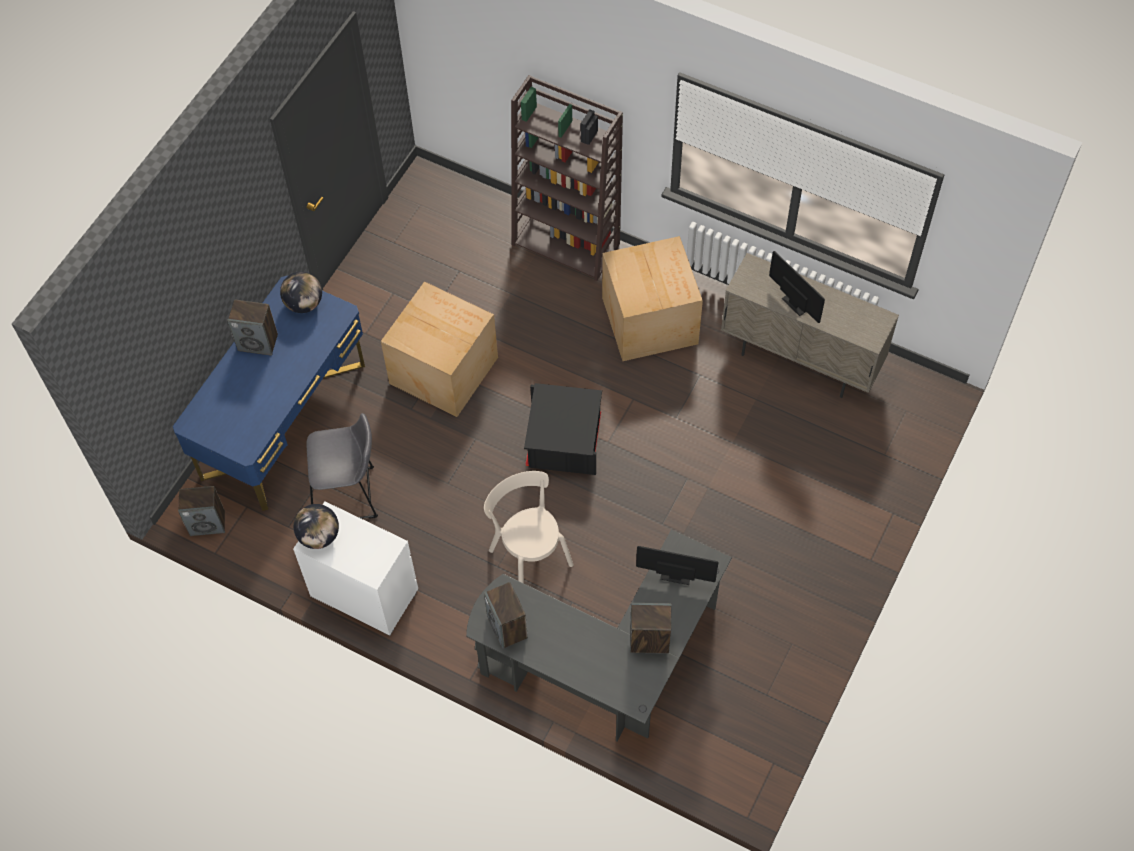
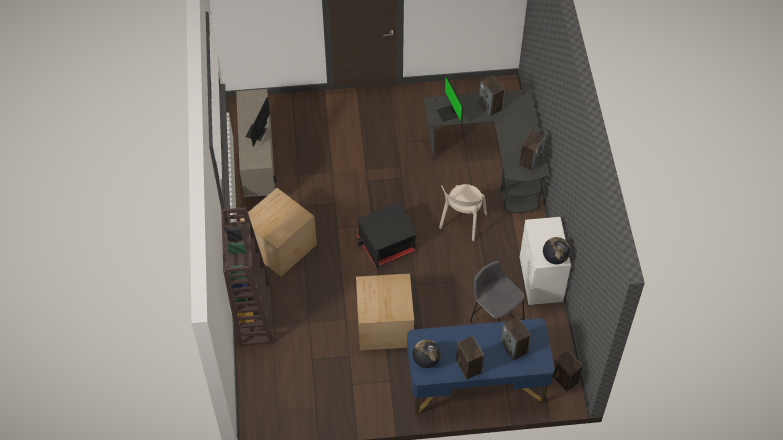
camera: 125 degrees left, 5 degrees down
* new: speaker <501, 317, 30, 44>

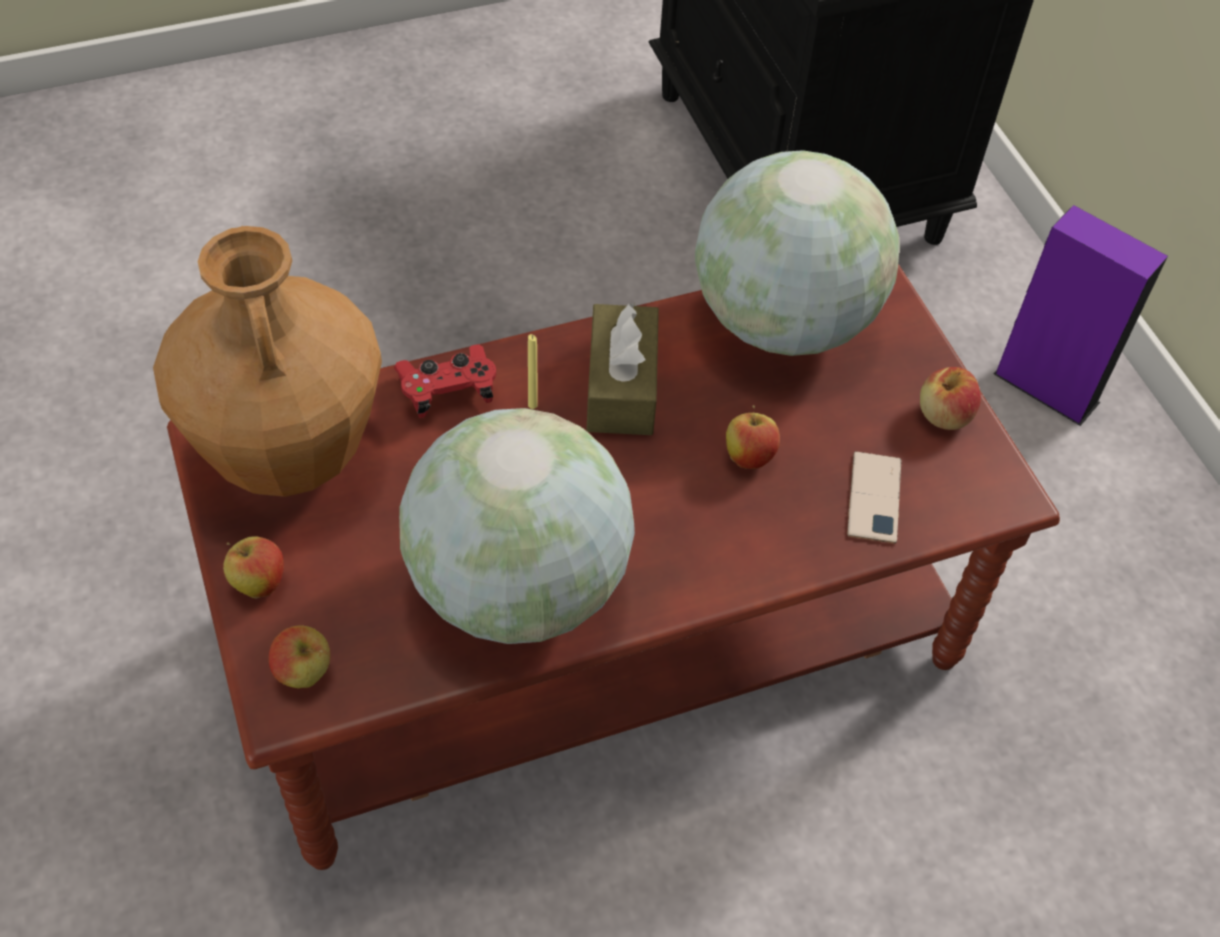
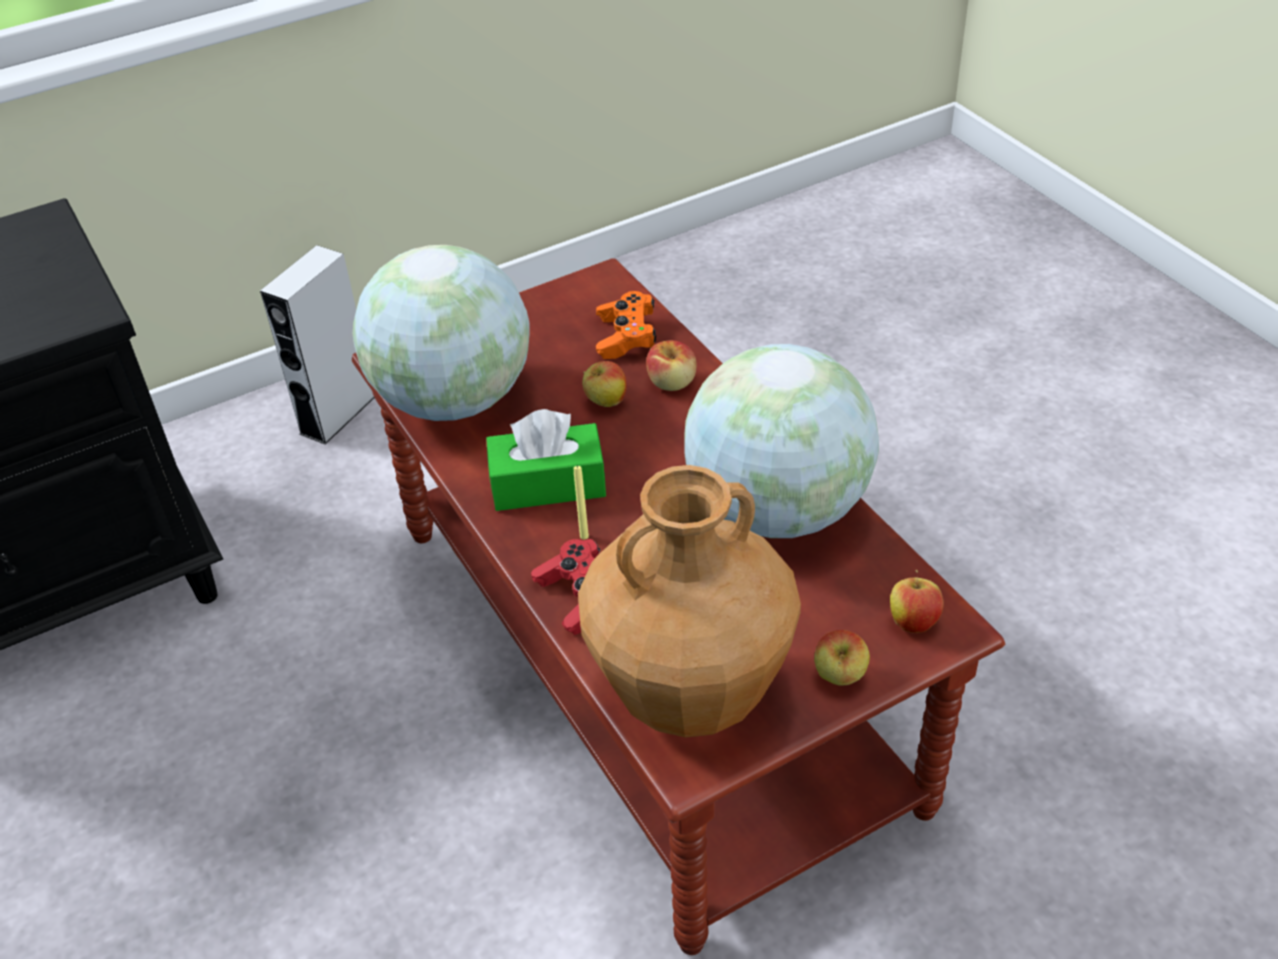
camera: 95 degrees left, 10 degrees down
* repainted: speaker (purple) <994, 205, 174, 221> to speaker (grey) <260, 245, 115, 199>
* repainted: tissue box (brown) <586, 303, 73, 132> to tissue box (green) <486, 409, 120, 102>
* shifted: apple <920, 367, 61, 63> to <646, 340, 50, 51>
* swapped: phone <847, 451, 54, 93> to game controller (orange) <596, 291, 60, 68>

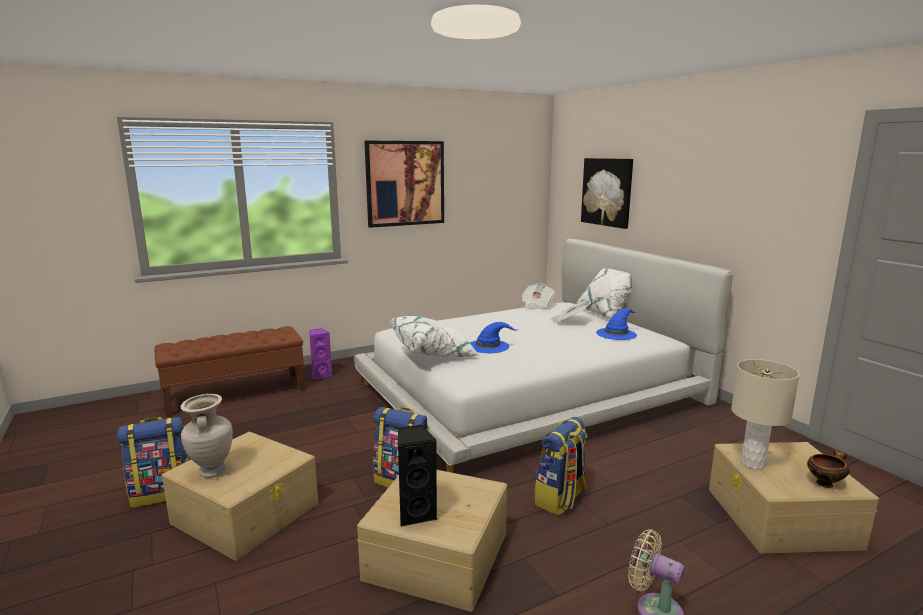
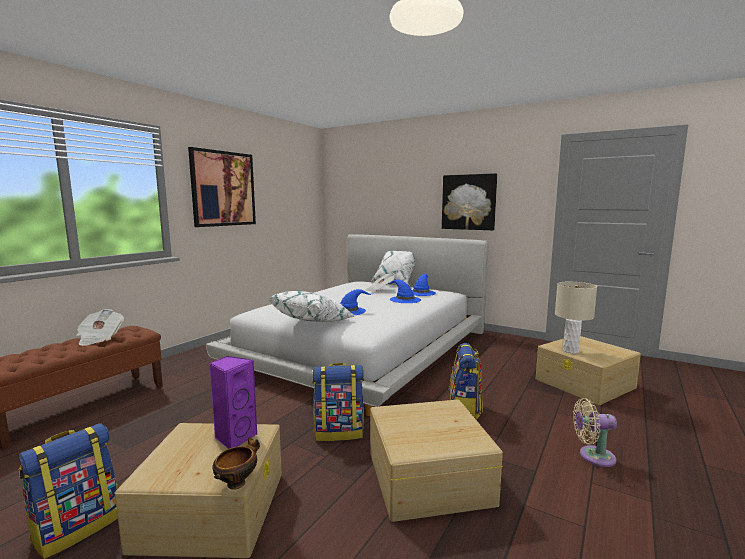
camera: 30 degrees left, 5 degrees down
* shifted: picture <581, 158, 52, 71> to <442, 173, 55, 57>
* shifted: newspaper <521, 283, 34, 27> to <77, 309, 47, 37>
* shifted: speaker (purple) <309, 328, 23, 51> to <209, 356, 49, 93>
* gone: vase (beige) <181, 394, 52, 84>
* gone: speaker (black) <398, 425, 39, 102>
* shifted: bowl <807, 449, 43, 39> to <213, 437, 47, 53>
* new: hat (blue) <387, 279, 34, 24>

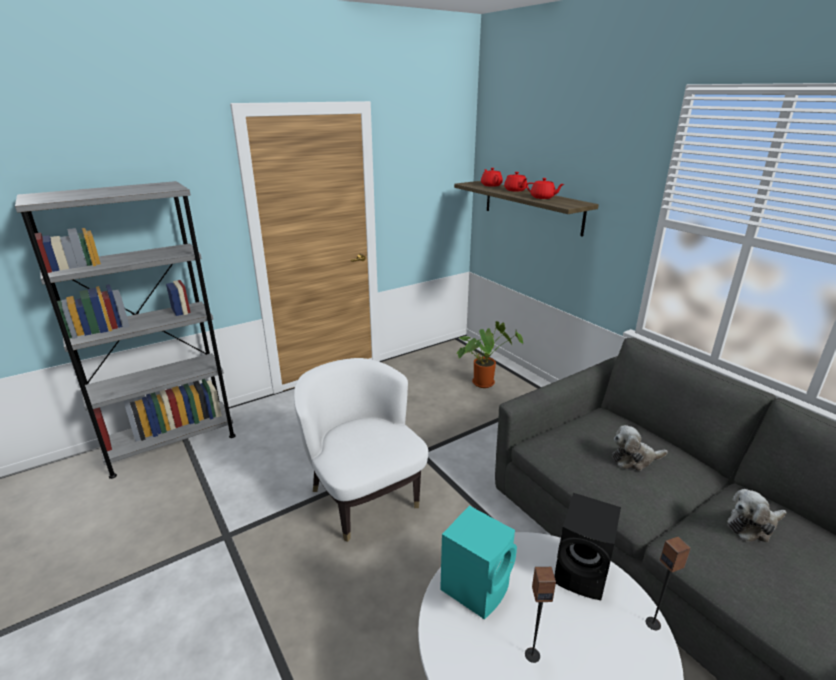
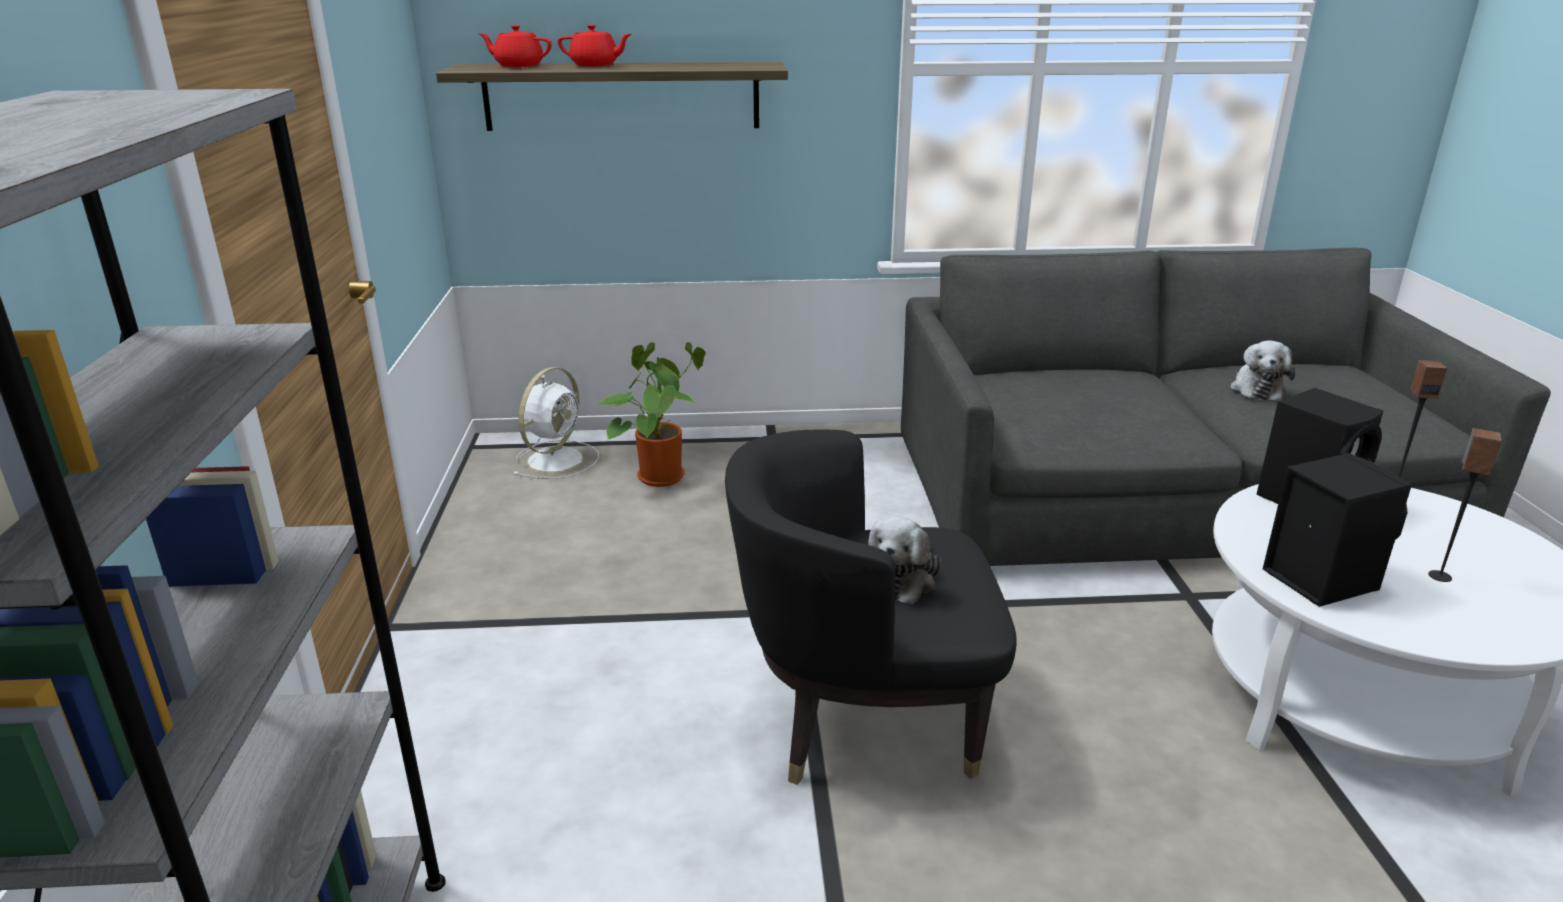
camera: 60 degrees left, 0 degrees up
* gone: teapot (red) <526, 178, 38, 21>
* repainted: armchair (white) <294, 358, 134, 184> to armchair (black) <725, 430, 292, 355>
* shifted: plush toy <612, 425, 56, 46> to <869, 517, 73, 87>
* repainted: speaker (turquoise) <440, 506, 77, 113> to speaker (black) <1263, 453, 149, 154>
* new: fan (white) <512, 367, 87, 112>

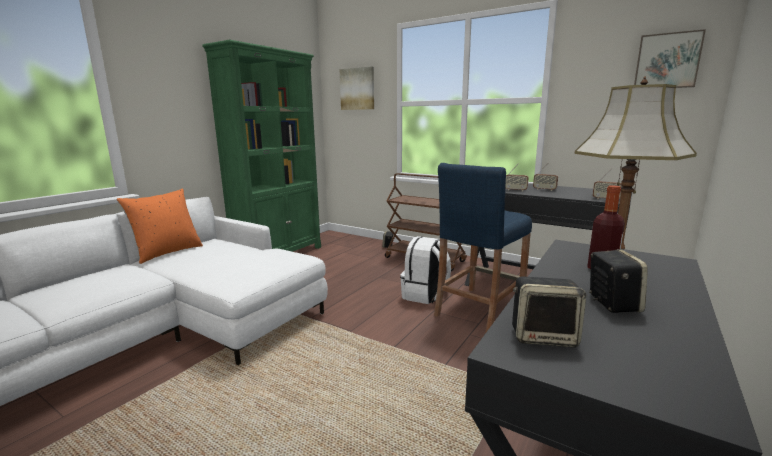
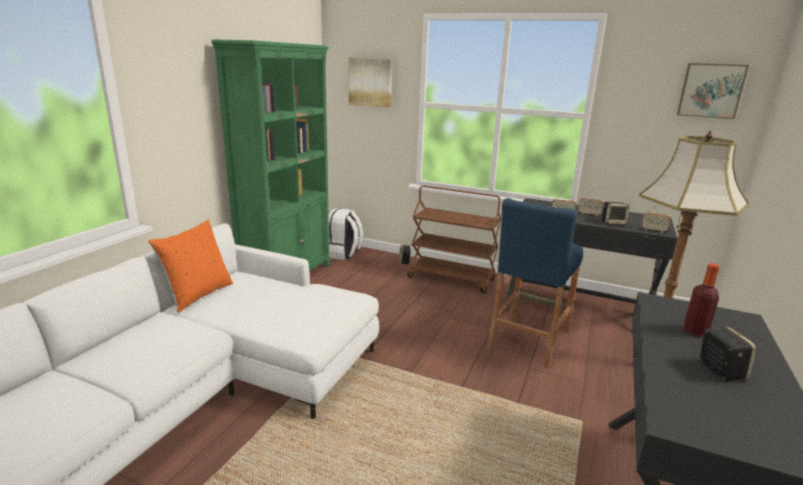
camera: 10 degrees left, 5 degrees up
* shifted: backpack (white) <400, 236, 51, 68> to <329, 208, 34, 52>
* shifted: speaker <512, 277, 74, 71> to <601, 202, 29, 23>

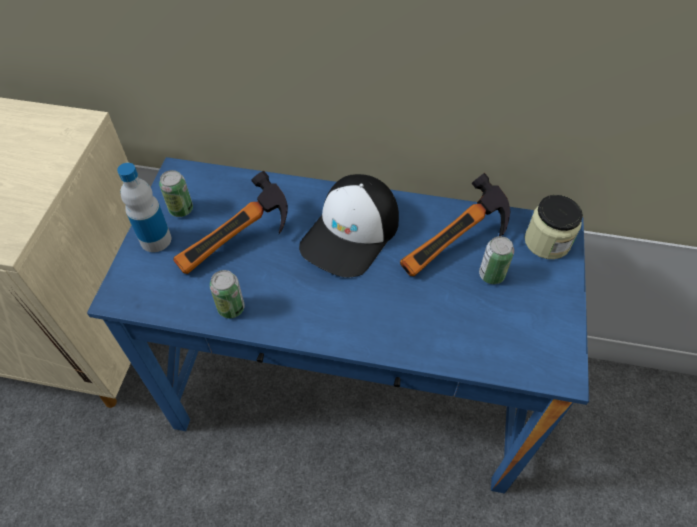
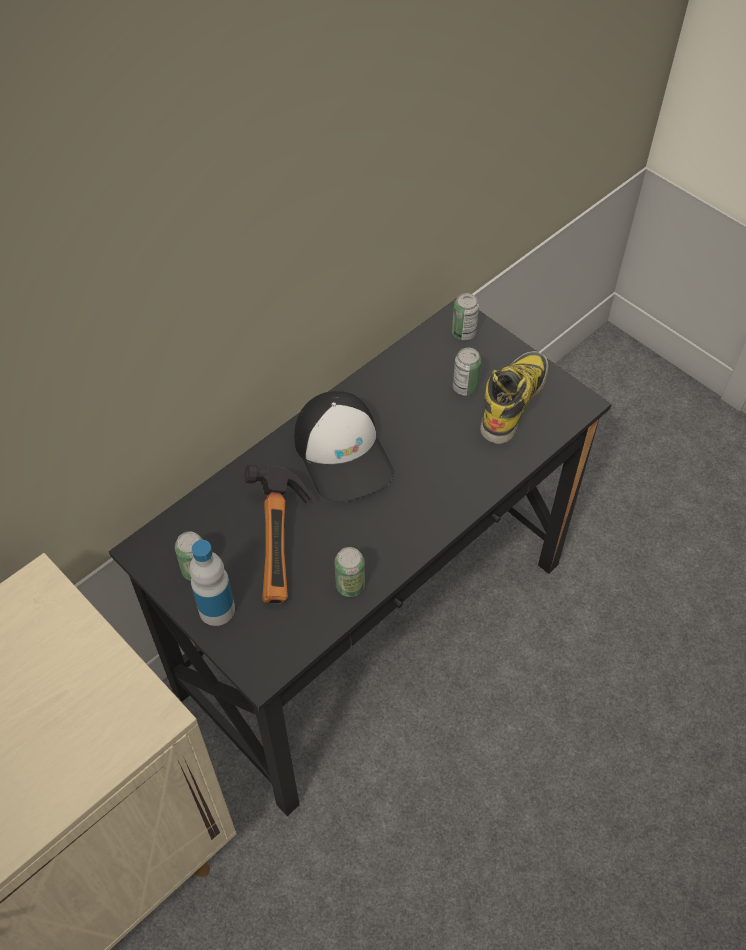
camera: 55 degrees left, 0 degrees up
* repainted: desk (blue) <87, 157, 502, 337> to desk (black) <109, 298, 503, 518>
* gone: hammer <400, 173, 111, 103>
* swapped: jar <525, 195, 58, 64> to can <452, 293, 27, 48>
* new: boot <480, 351, 68, 93>

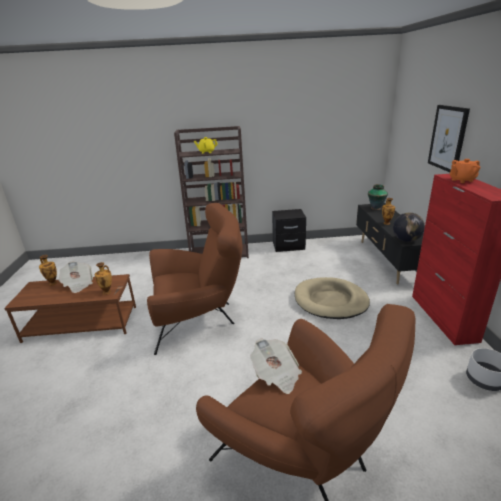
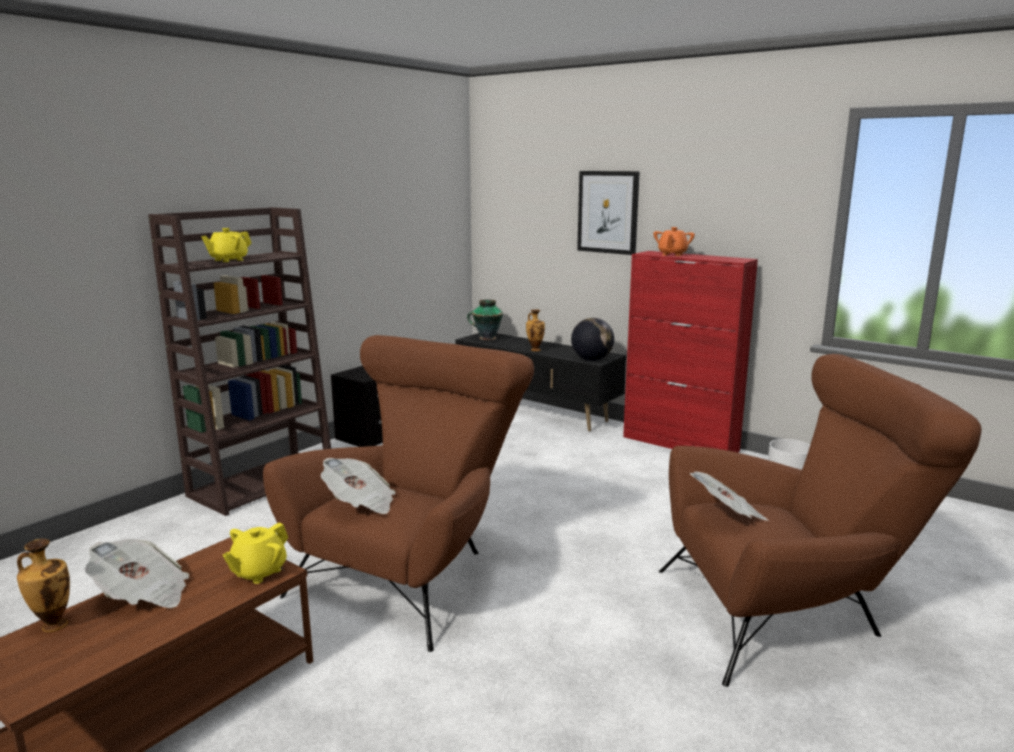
camera: 50 degrees left, 10 degrees down
* swapped: vase <95, 262, 17, 33> to teapot (yellow) <223, 522, 65, 62>
* gone: dog bed (beige) <295, 277, 75, 42>
* new: newspaper <320, 458, 75, 56>

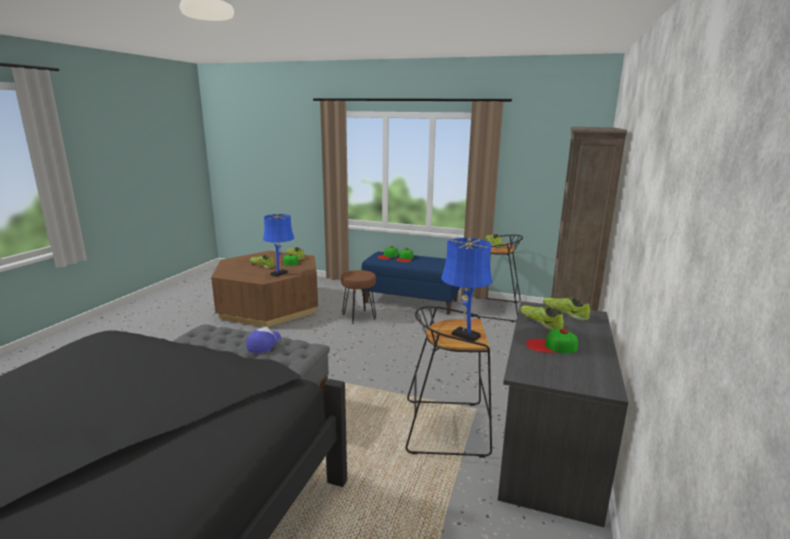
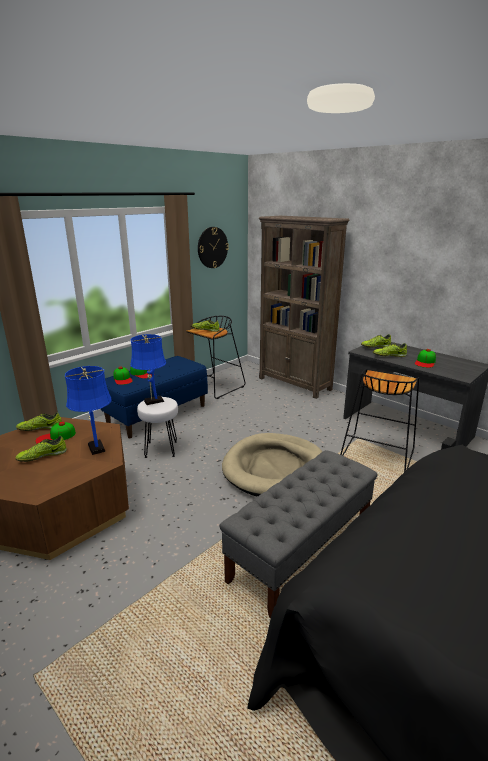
camera: 65 degrees left, 5 degrees up
* shifted: table lamp (blue) <442, 238, 51, 103> to <130, 334, 36, 71>
* repainted: stool (brown) <341, 270, 35, 54> to stool (white) <137, 397, 41, 61>
* gone: cap <246, 326, 35, 27>
* new: wall clock <198, 227, 31, 41>
* new: dog bed (beige) <222, 433, 100, 64>

